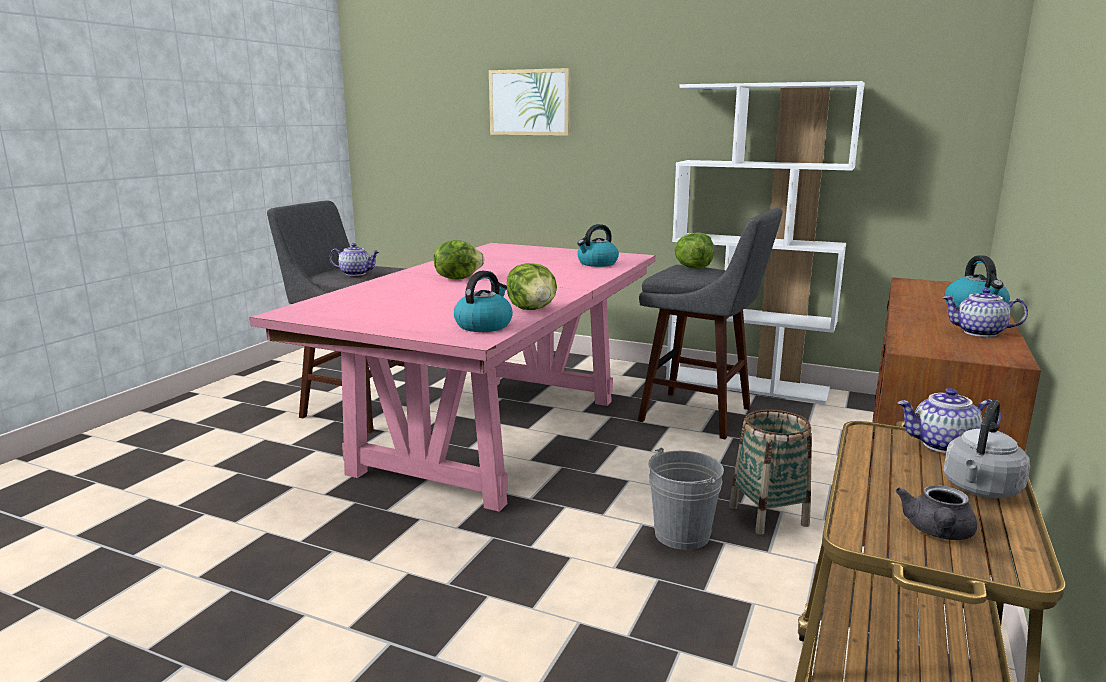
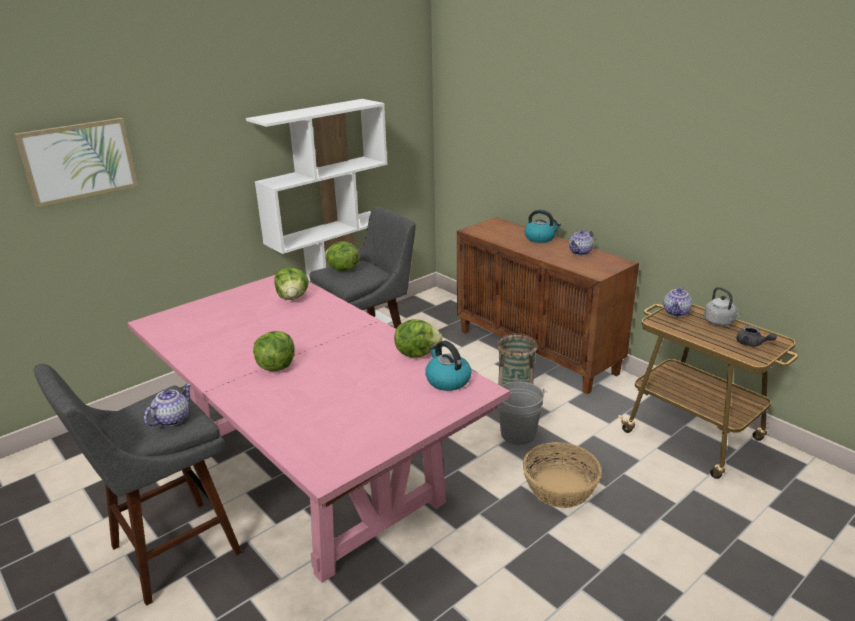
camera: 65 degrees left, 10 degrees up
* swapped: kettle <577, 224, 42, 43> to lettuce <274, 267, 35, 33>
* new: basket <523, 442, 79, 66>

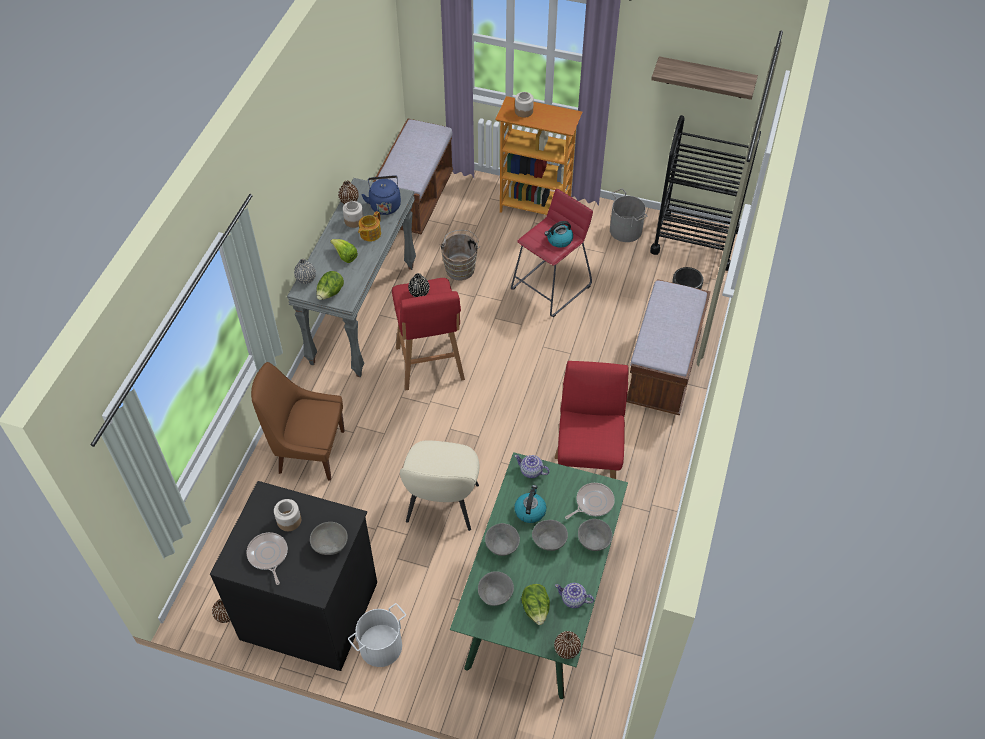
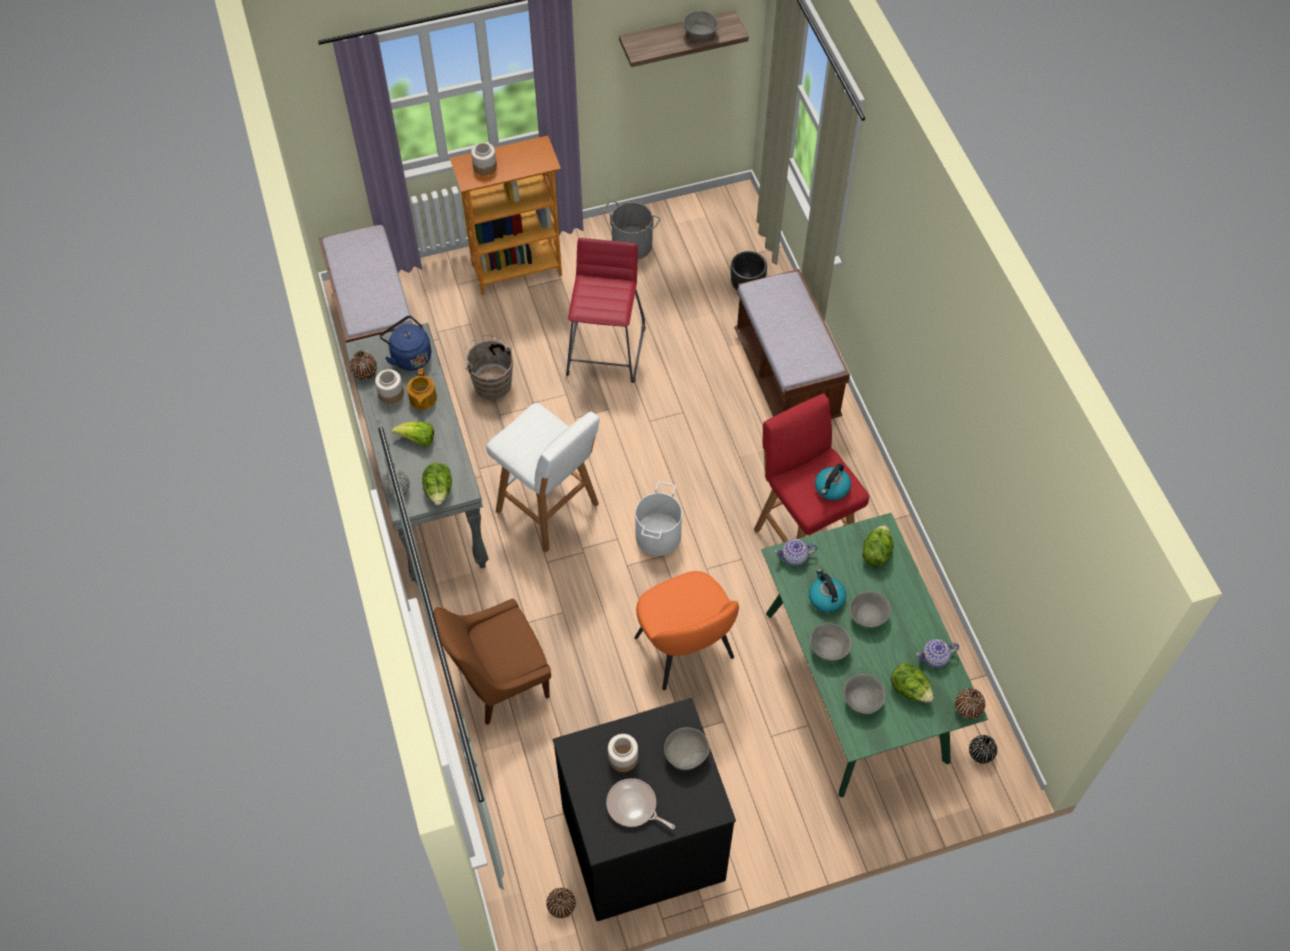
camera: 35 degrees left, 5 degrees up
* gone: cart (black) <650, 115, 111, 156>
* shifted: kettle <545, 221, 28, 27> to <815, 463, 36, 37>
* shifted: vase (black) <408, 273, 22, 24> to <969, 735, 28, 29>
* repainted: stool (red) <392, 278, 73, 112> to stool (white) <486, 403, 113, 149>
* repainted: chair (beige) <400, 440, 79, 91> to chair (orange) <634, 571, 105, 119>
* swapped: frying pan <565, 483, 50, 36> to lettuce <862, 525, 32, 41>
* shifted: bowl (grey) <578, 519, 35, 32> to <683, 11, 36, 29>
* shifted: bucket (white) <348, 603, 58, 64> to <635, 482, 47, 74>

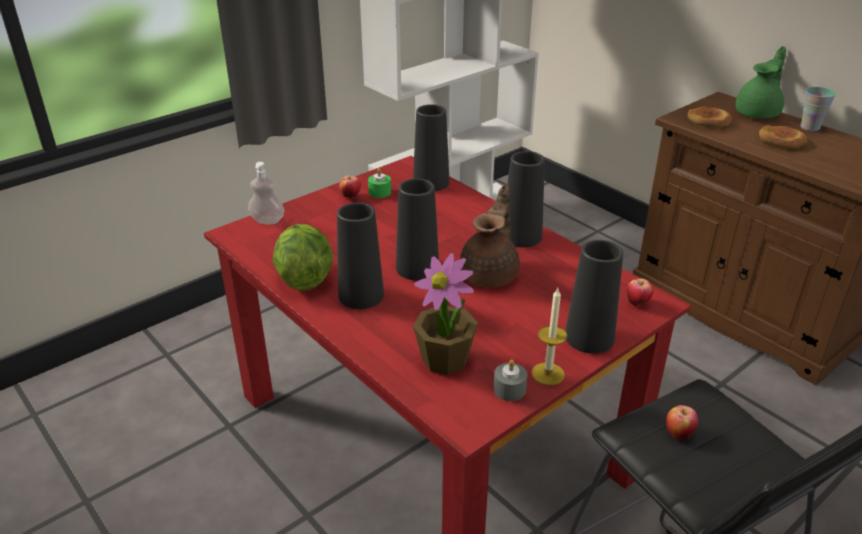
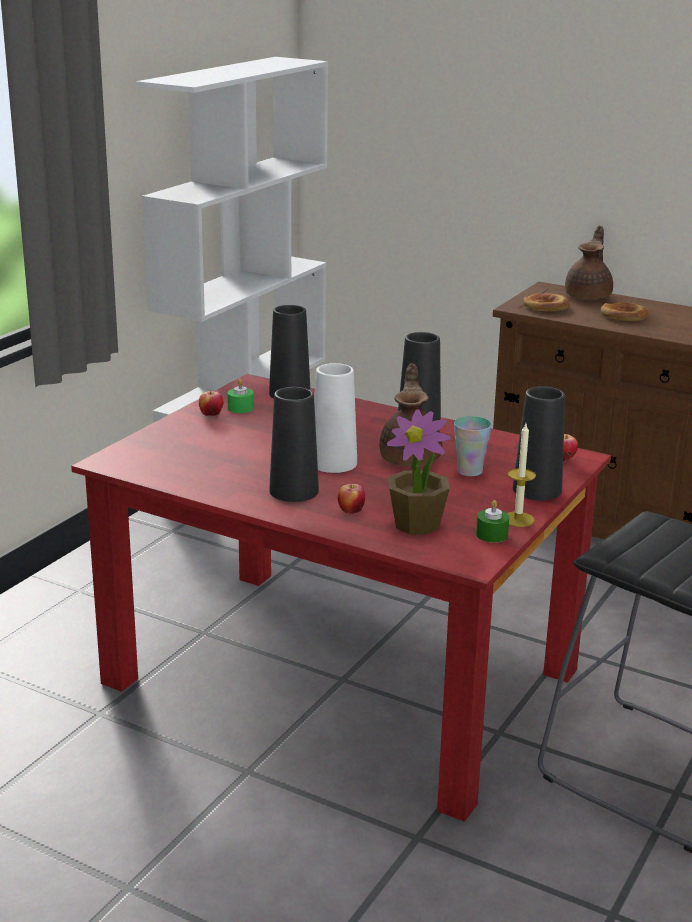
camera: 20 degrees left, 10 degrees down
* repainted: teapot (green) <735, 46, 51, 73> to teapot (brown) <565, 226, 48, 74>
* shifted: cup <800, 87, 35, 44> to <454, 416, 38, 60>
* gone: soap dispenser <248, 162, 36, 62>
* repainted: vase (black) <396, 178, 43, 102> to vase (white) <314, 363, 43, 110>
* gone: lettuce <272, 224, 61, 66>
* repainted: candle (grey) <493, 360, 34, 41> to candle (green) <476, 500, 33, 43>
* shifted: apple <666, 405, 32, 35> to <338, 484, 27, 30>

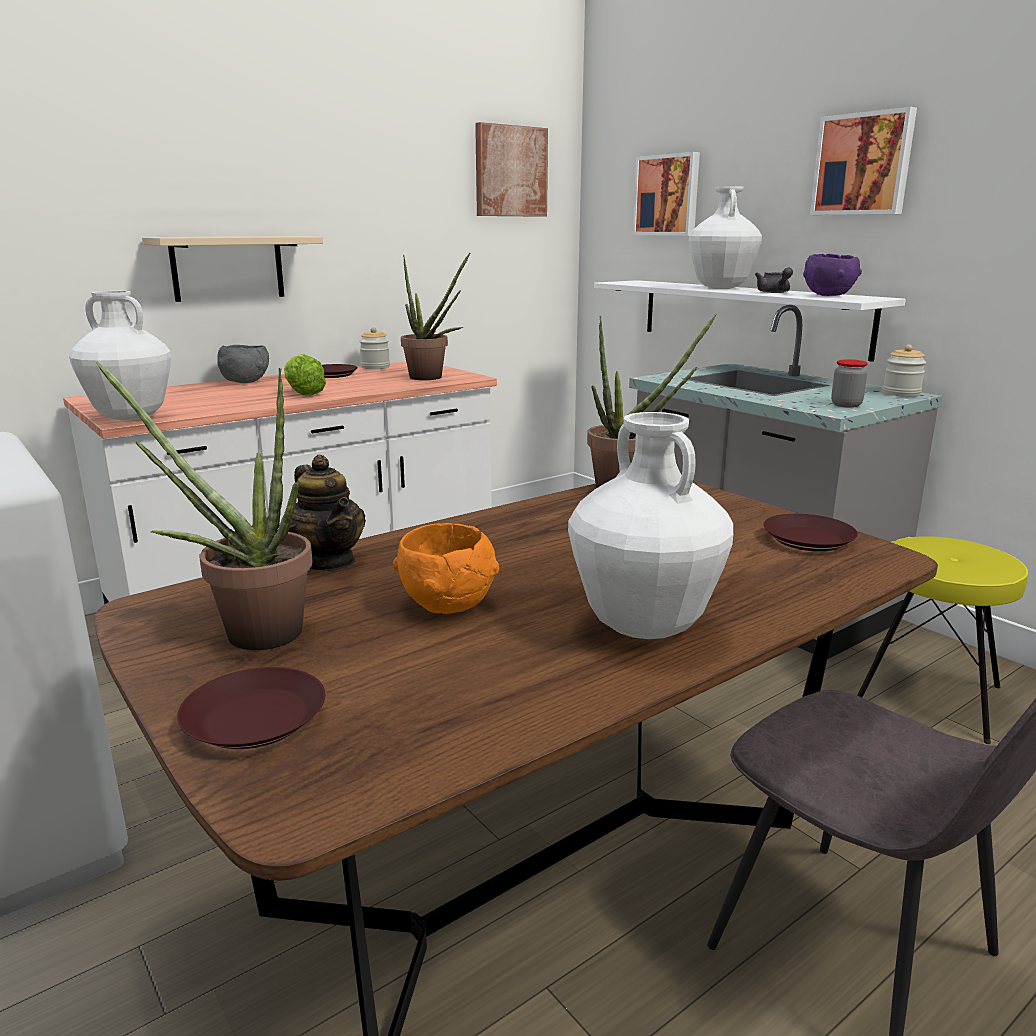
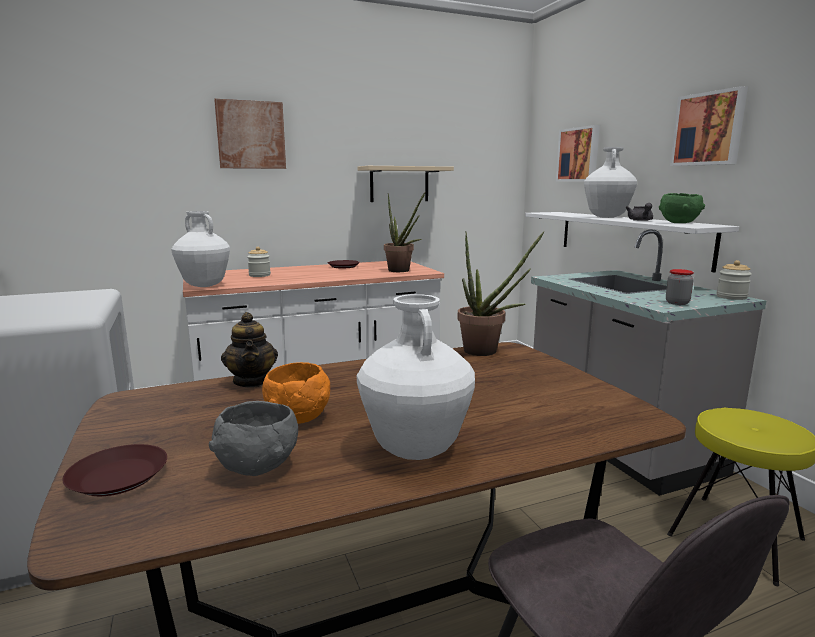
camera: 15 degrees right, 5 degrees down
* shifted: picture <475, 122, 73, 95> to <214, 99, 72, 70>
* shifted: shelf (beige) <142, 236, 181, 66> to <357, 166, 97, 36>
* repainted: bowl (purple) <803, 254, 59, 42> to bowl (green) <659, 193, 46, 30>
* shifted: jar <359, 327, 31, 42> to <247, 247, 24, 30>
* shifted: bowl (grey) <217, 345, 52, 38> to <209, 401, 89, 75>
* gone: lettuce <284, 354, 42, 42>
* gone: potted plant <96, 362, 217, 288>
* gone: plate (brown) <763, 514, 95, 37>

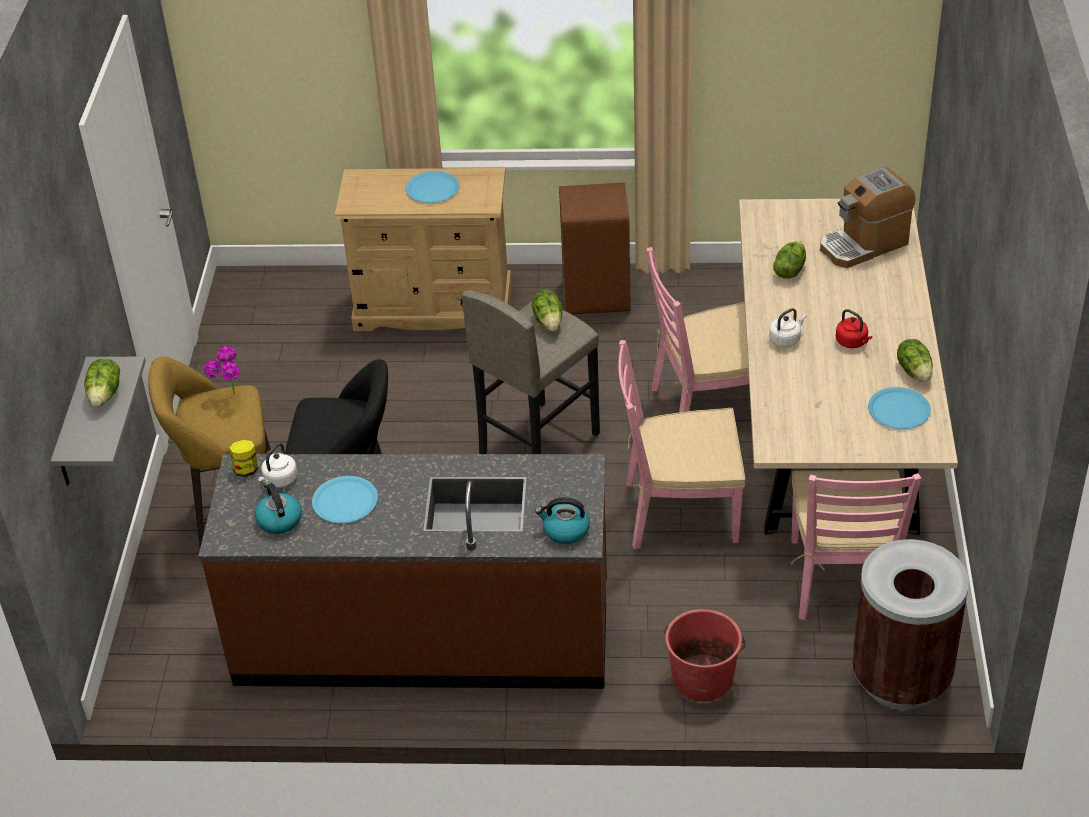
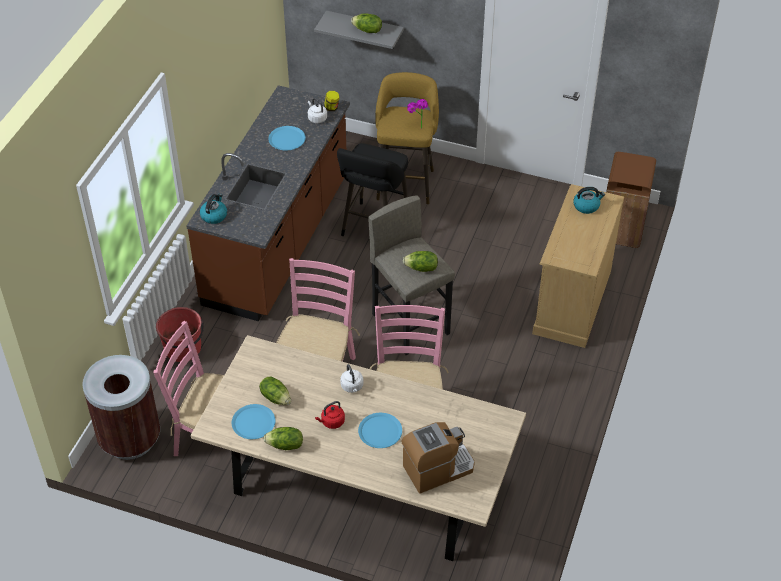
camera: 105 degrees right, 5 degrees up
* rotated: coffee machine <820, 167, 95, 101> = <401, 422, 74, 72> 75 degrees clockwise
* shifted: plate (blue) <406, 171, 53, 32> to <358, 413, 44, 35>
* shifted: trash can (brown) <559, 183, 72, 132> to <606, 152, 50, 96>
* shifted: lettuce <773, 241, 33, 38> to <259, 376, 32, 29>
* shifted: kettle <255, 482, 47, 52> to <573, 187, 32, 27>

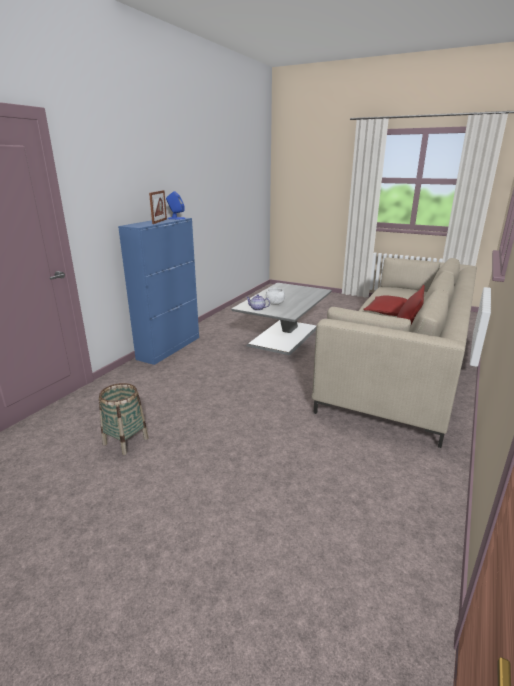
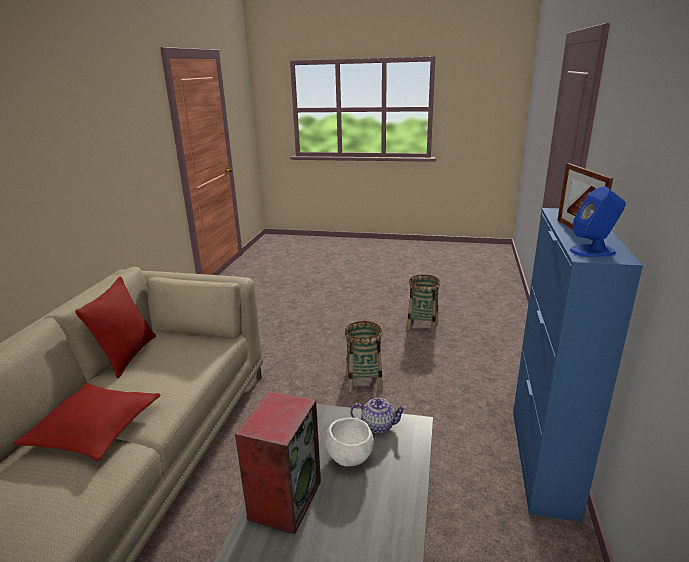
camera: 165 degrees right, 0 degrees up
* new: basket <345, 321, 38, 71>
* new: speaker <235, 391, 86, 143>

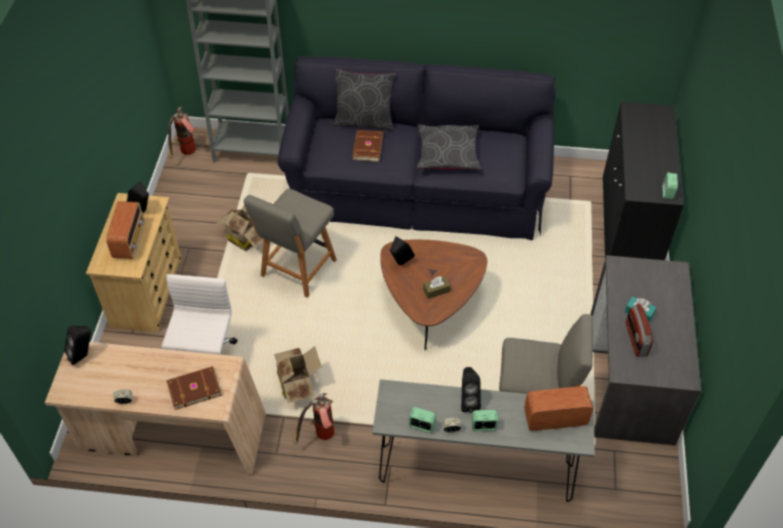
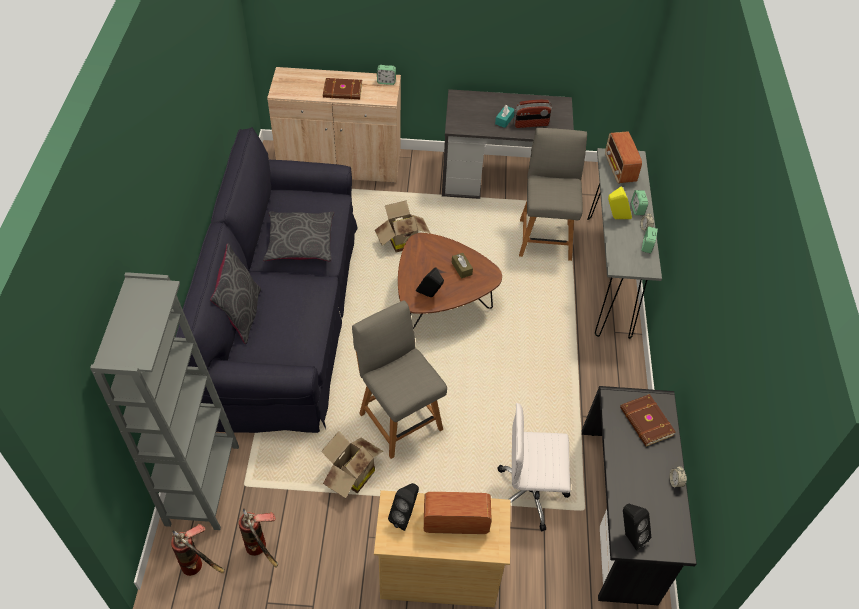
camera: 95 degrees left, 0 degrees up
* repainted: cabinet (black) <603, 102, 81, 158> to cabinet (beige) <267, 67, 134, 116>
* shifted: book (brown) <352, 130, 31, 32> to <323, 78, 39, 21>
* rotated: chair (grey) <244, 189, 93, 109> = <352, 300, 95, 159> 150 degrees counterclockwise
* repainted: desk (beige) <45, 342, 221, 132> to desk (black) <582, 386, 115, 219>
* shifted: cardboard box <274, 346, 48, 57> to <375, 200, 56, 53>
* repainted: speaker (black) <461, 367, 20, 46> to speaker (yellow) <608, 187, 24, 32>
* shifted: fire extinguisher <293, 393, 41, 51> to <239, 508, 39, 60>

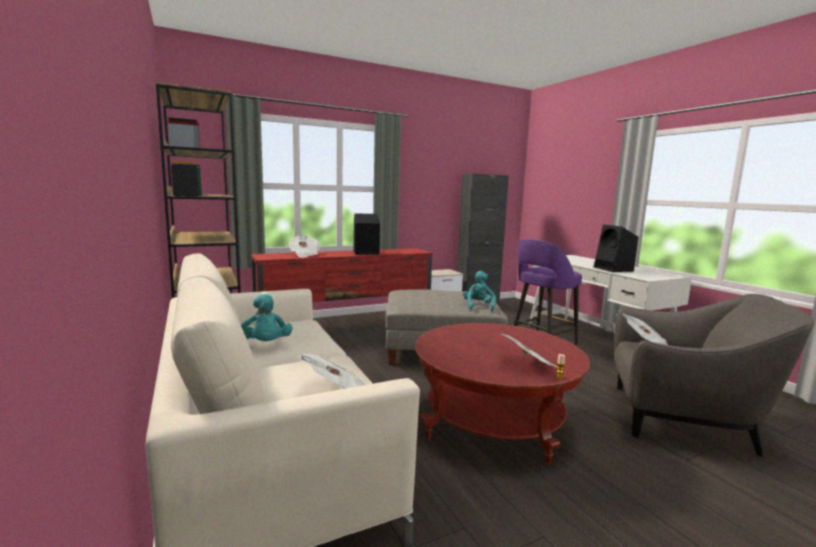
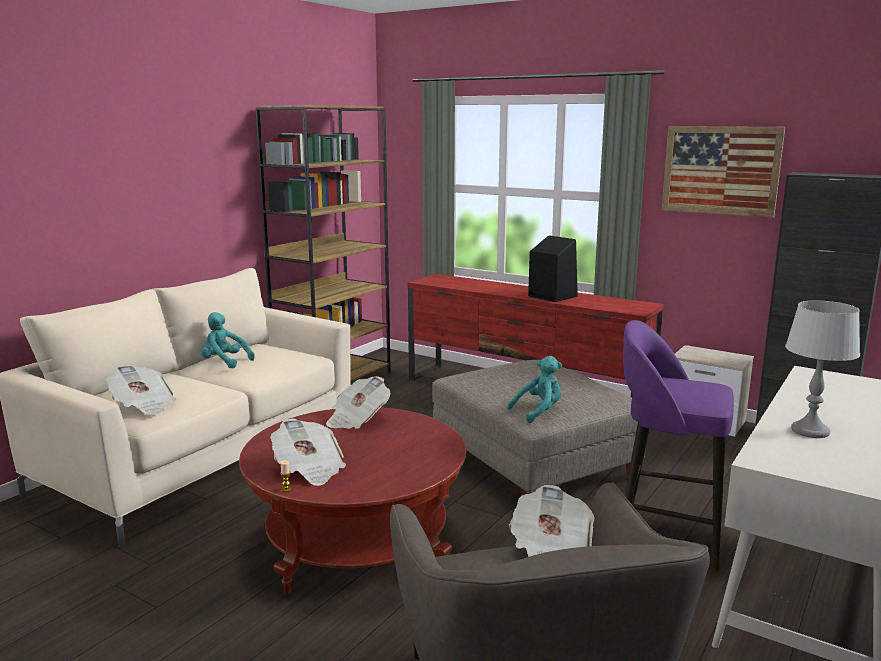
camera: 60 degrees right, 5 degrees up
* swapped: speaker (black) <594, 224, 45, 48> to table lamp (grey) <785, 301, 75, 137>
* shifted: newspaper <288, 235, 31, 22> to <326, 376, 64, 53>
* rotated: plush toy (turquoise) <241, 294, 52, 47> = <201, 312, 54, 56> 75 degrees clockwise
* new: picture <662, 126, 123, 92>

